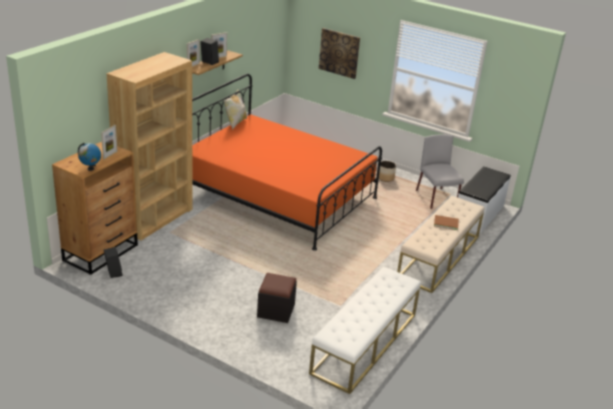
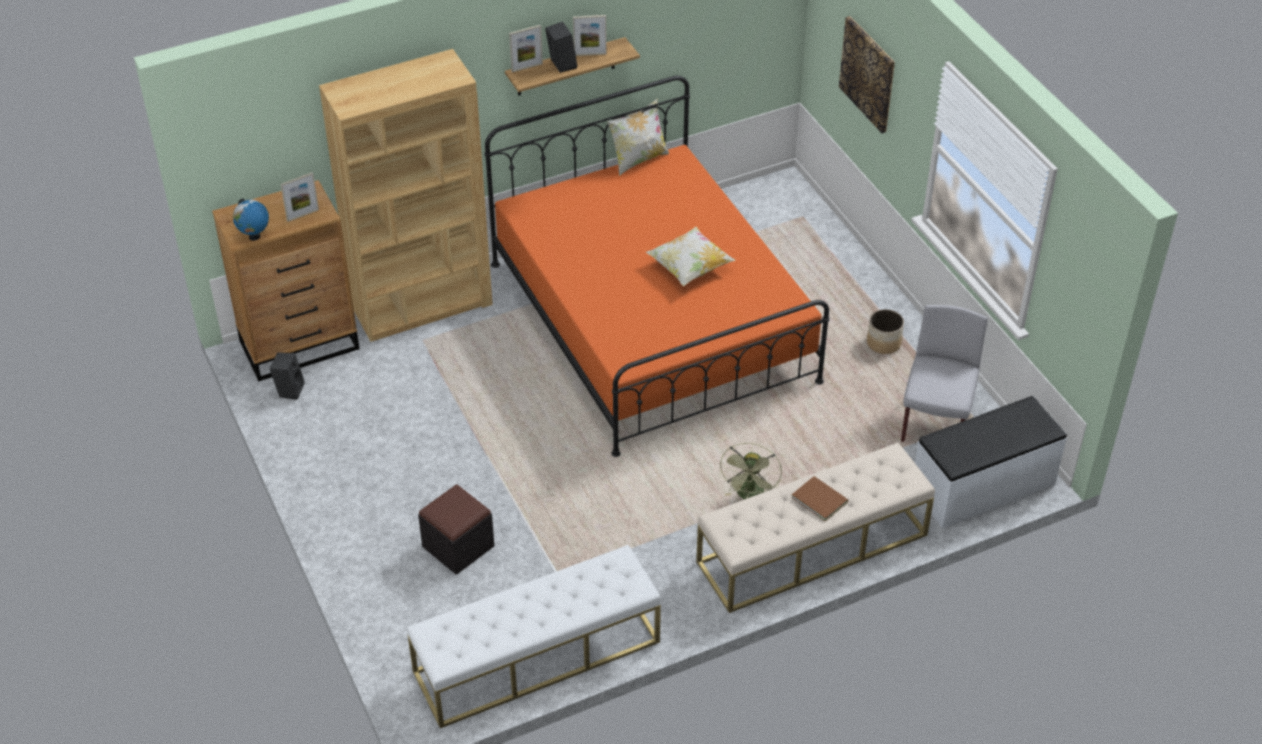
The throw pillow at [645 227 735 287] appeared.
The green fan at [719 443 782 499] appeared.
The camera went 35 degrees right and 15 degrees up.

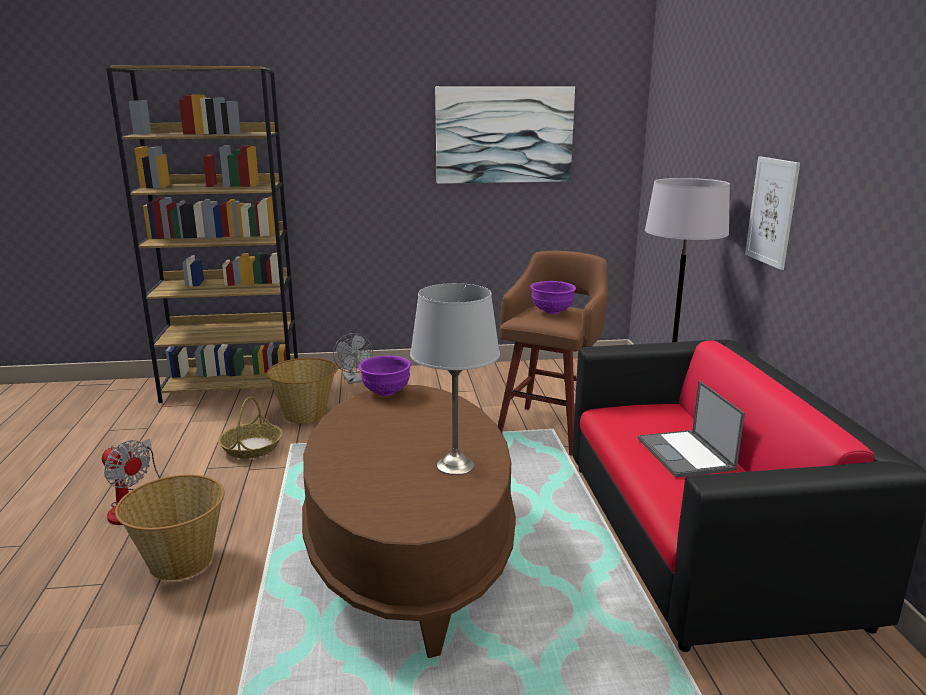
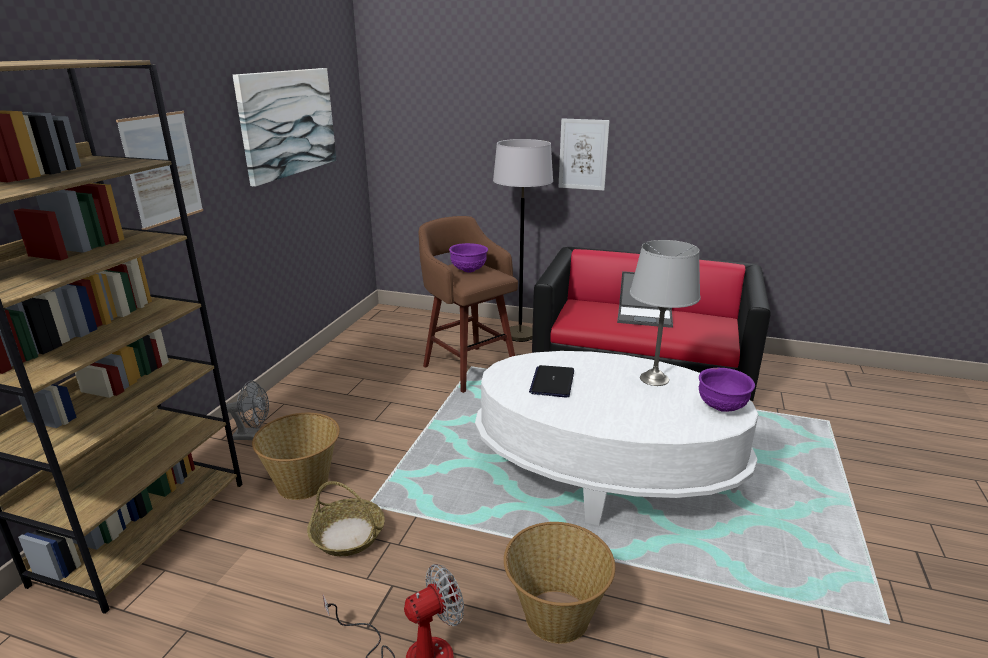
The picture at [116 111 203 230] appeared.
The brown-coloured low table at [302 385 516 658] became the white-coloured low table at [475 351 759 525].
The notebook computer at [529 365 574 397] appeared.
The purple deep dish moved from [359 356 411 396] to [699 368 755 412].
The camera went 65 degrees left and 5 degrees up.

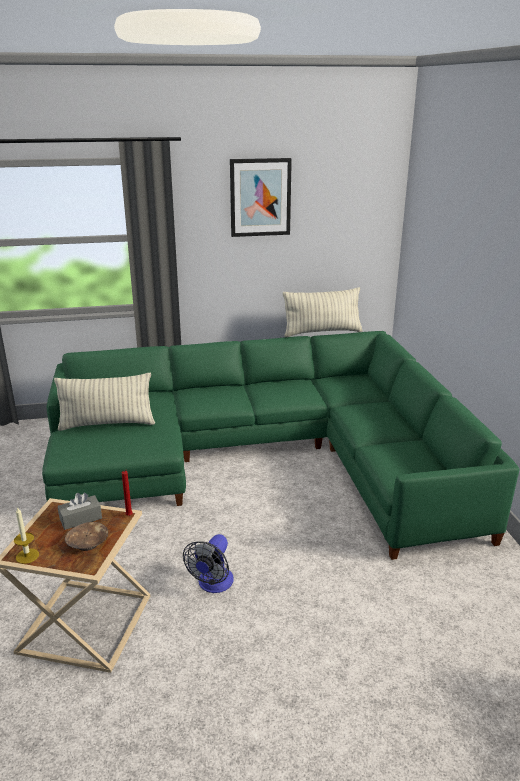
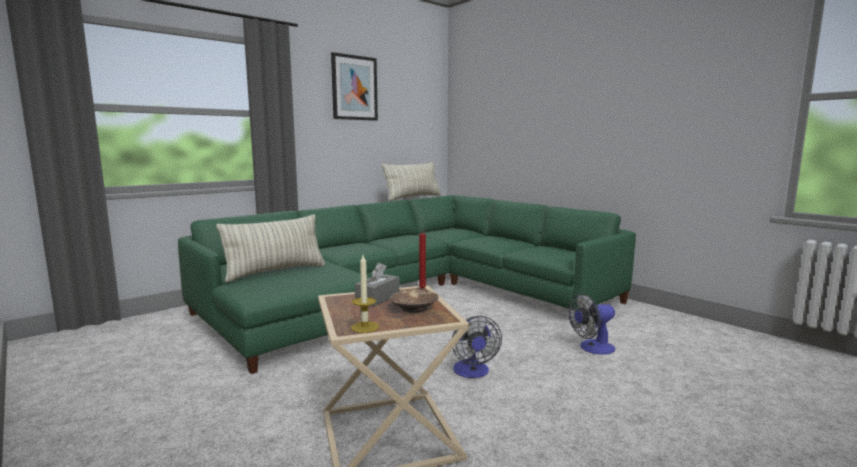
The fan at [568 293 615 355] appeared.
The camera went 30 degrees left and 15 degrees down.

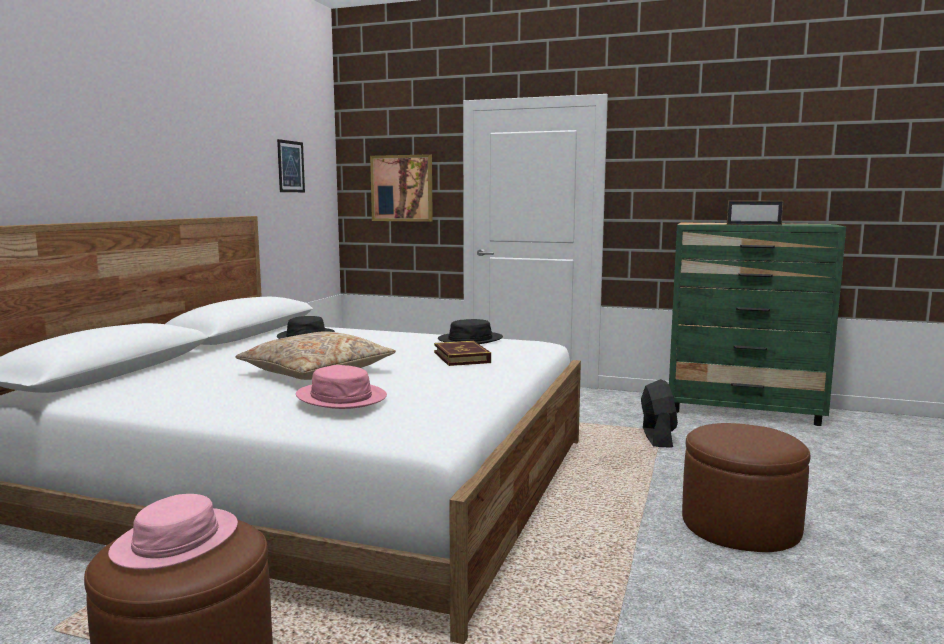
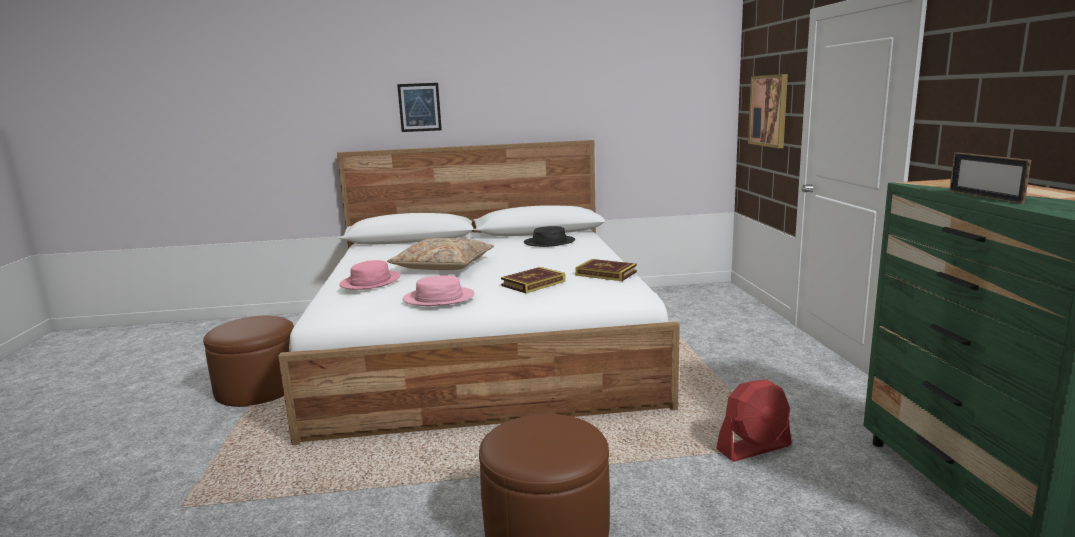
The picture moved from [277 139 305 192] to [397 83 442 132].
The pinkish clothing hat moved from [108 494 238 570] to [403 275 475 306].
The blackish clothing hat at [438 319 503 344] was replaced by the book at [575 259 637 281].
The blackish fan at [641 379 678 448] became the reddish fan at [716 380 792 462].
The camera went 65 degrees right and 5 degrees up.

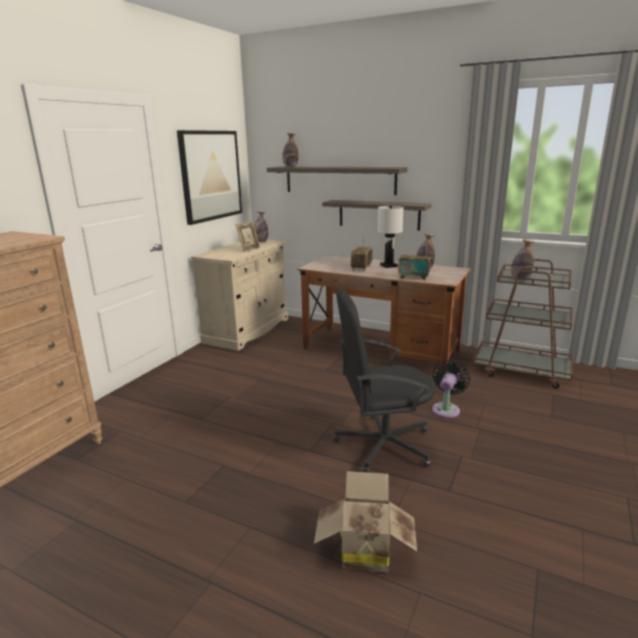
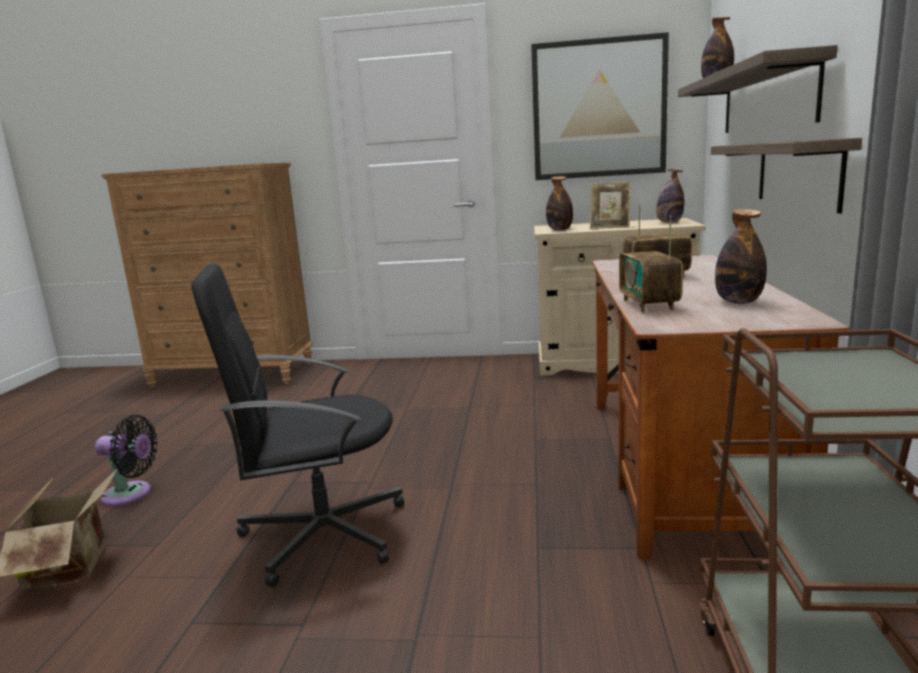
The blackish fan moved from [432 360 470 418] to [95 415 158 507].
The blackish office chair at [333 289 435 473] turned 75 degrees counterclockwise.
The bottle moved from [511 239 534 280] to [546 176 573 231].
The white-coloured table lamp at [377 206 404 268] disappeared.
The camera went 70 degrees right and 5 degrees down.

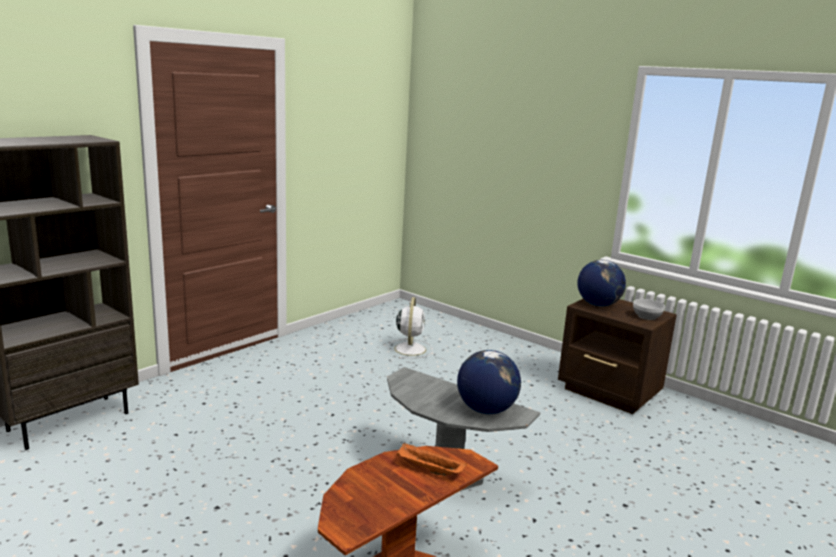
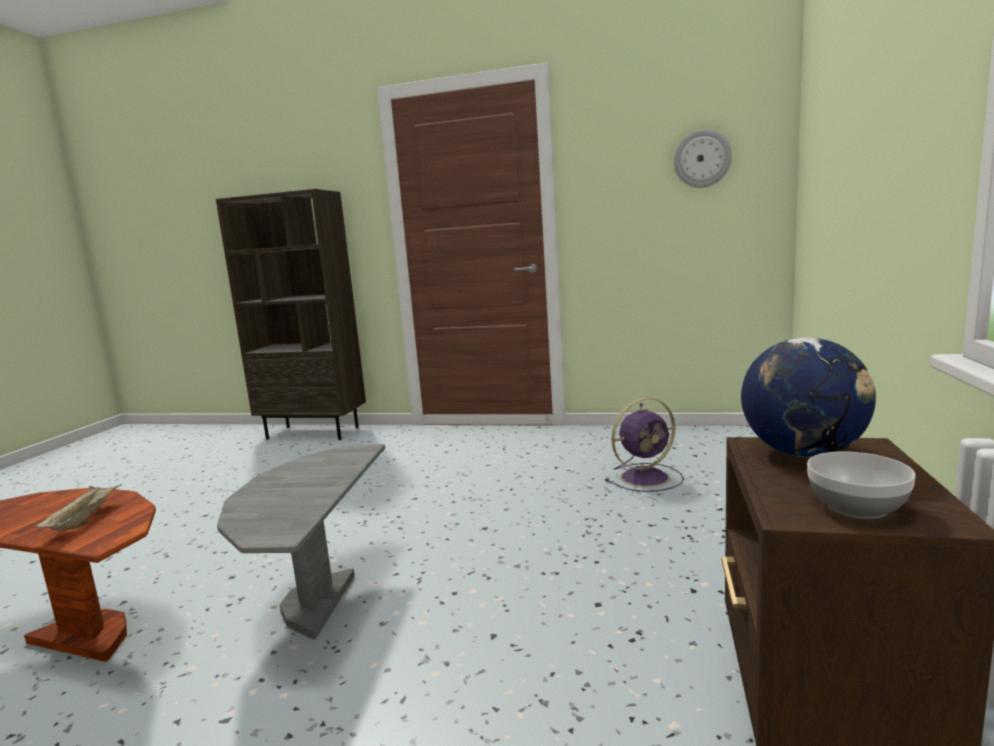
The orange carrying tray at [396 442 467 475] became the beige carrying tray at [34 484 122 530].
The white-coloured fan at [387 297 433 359] became the purple fan at [605 398 684 492].
The clock on the wall at [674 130 732 188] appeared.
The globe at [457 350 521 414] disappeared.
The camera went 65 degrees right and 5 degrees down.

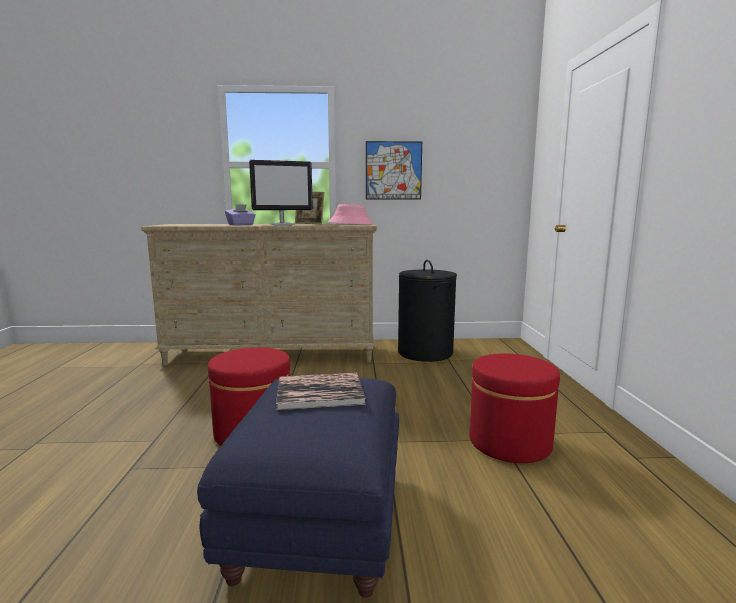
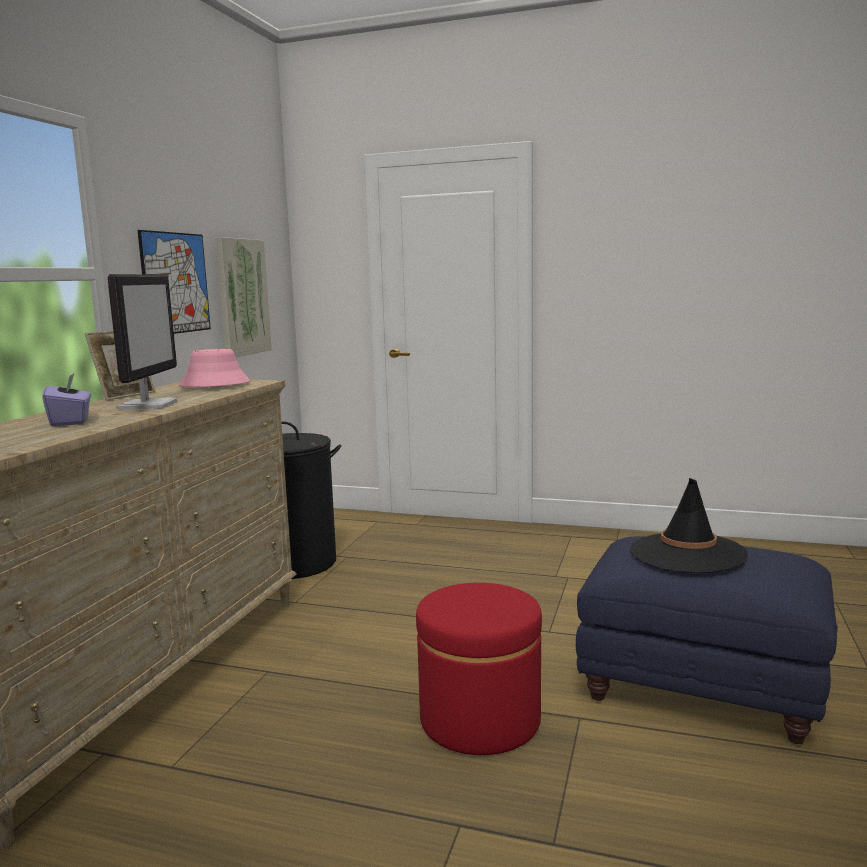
The picture at [215 237 272 357] appeared.
The book at [276 372 366 410] was replaced by the blackish clothing hat at [630 478 748 573].
The reddish footrest at [470 353 560 463] disappeared.
The camera went 70 degrees left and 0 degrees up.

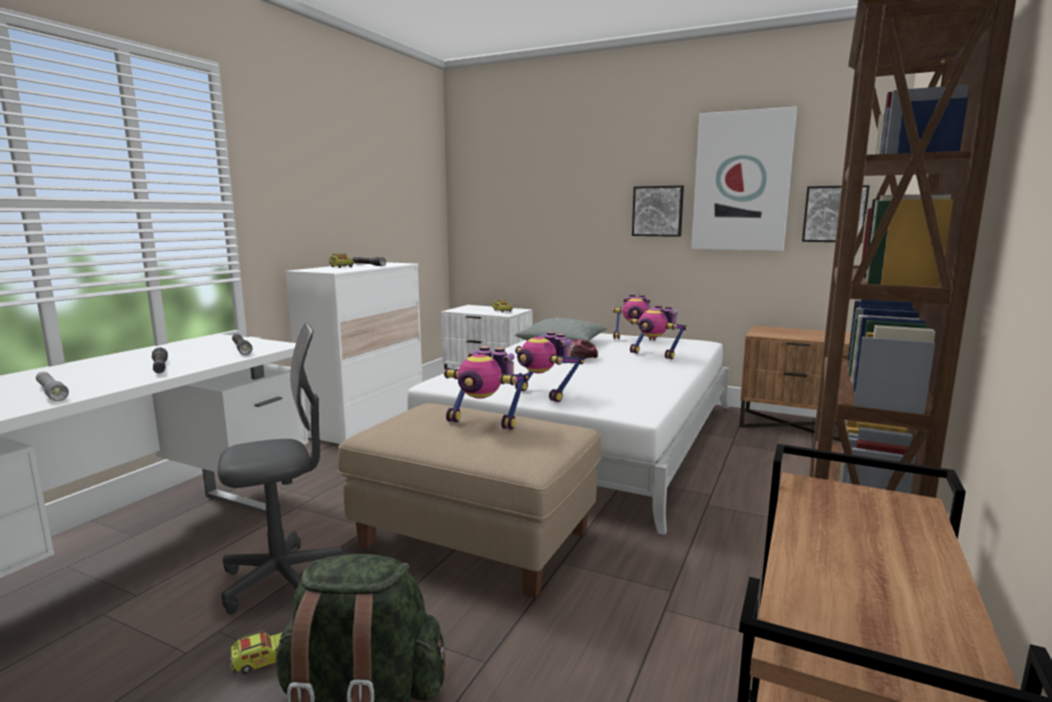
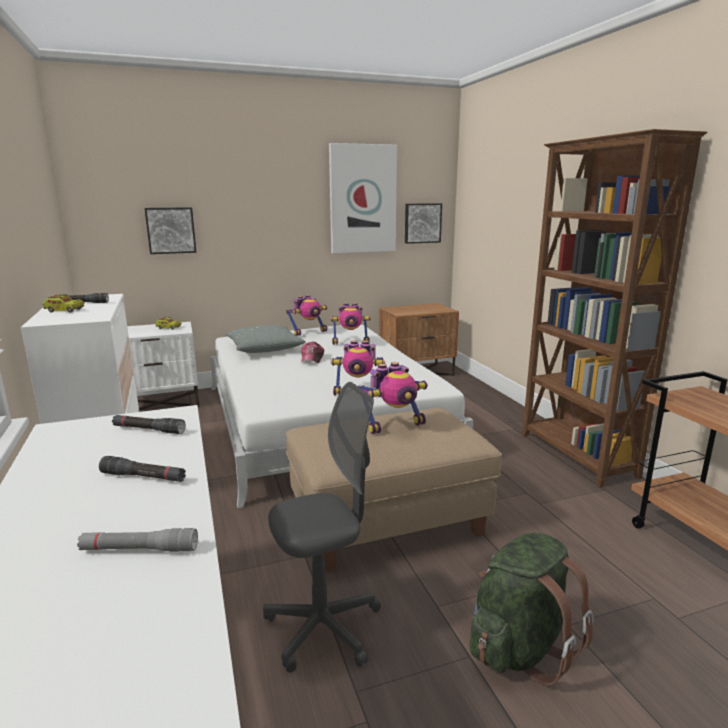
The picture moved from [632 185 684 237] to [145 207 196 254].
The grey office chair at [218 323 347 614] turned 45 degrees clockwise.
The toy truck at [228 630 283 674] disappeared.
The camera went 45 degrees left and 5 degrees up.

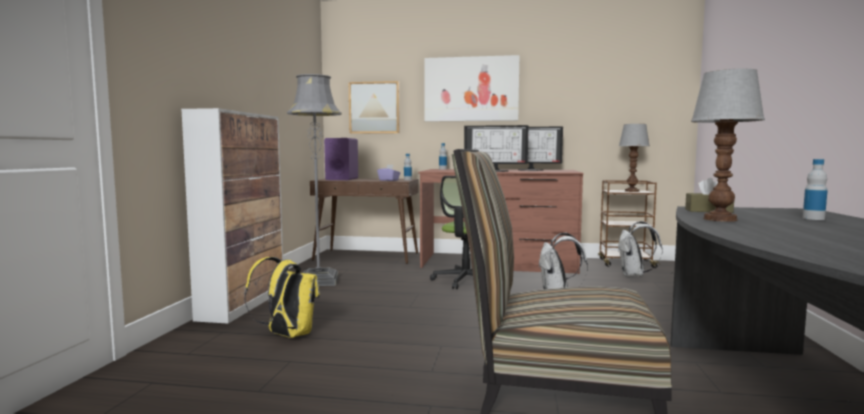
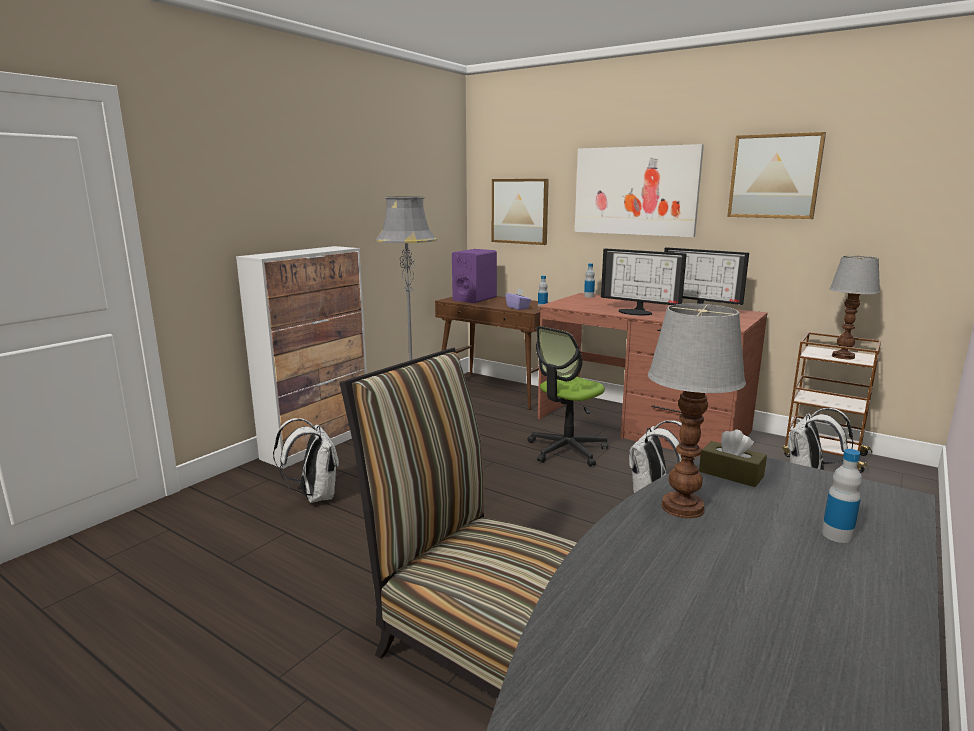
The yellowish rucksack at [244 257 320 338] became the white-coloured rucksack at [273 418 339 503].
The picture at [727 132 826 219] appeared.
The camera went 25 degrees right and 10 degrees up.

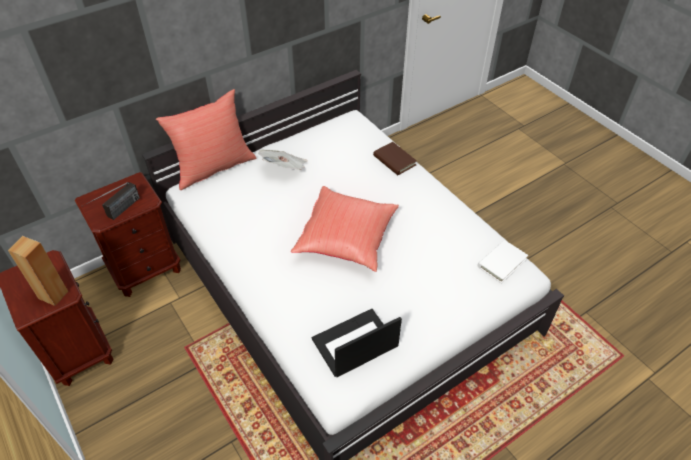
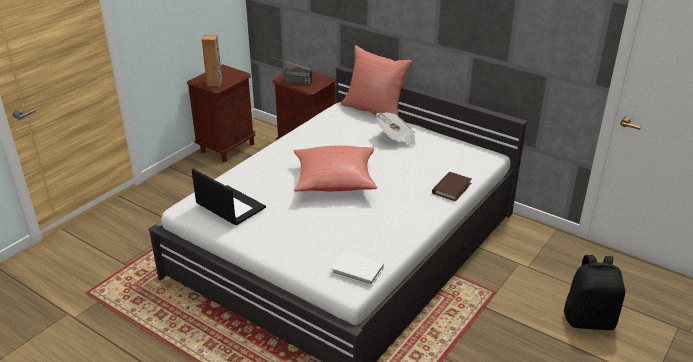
The blackish rucksack at [564 255 625 330] appeared.
The camera went 70 degrees right and 15 degrees down.

